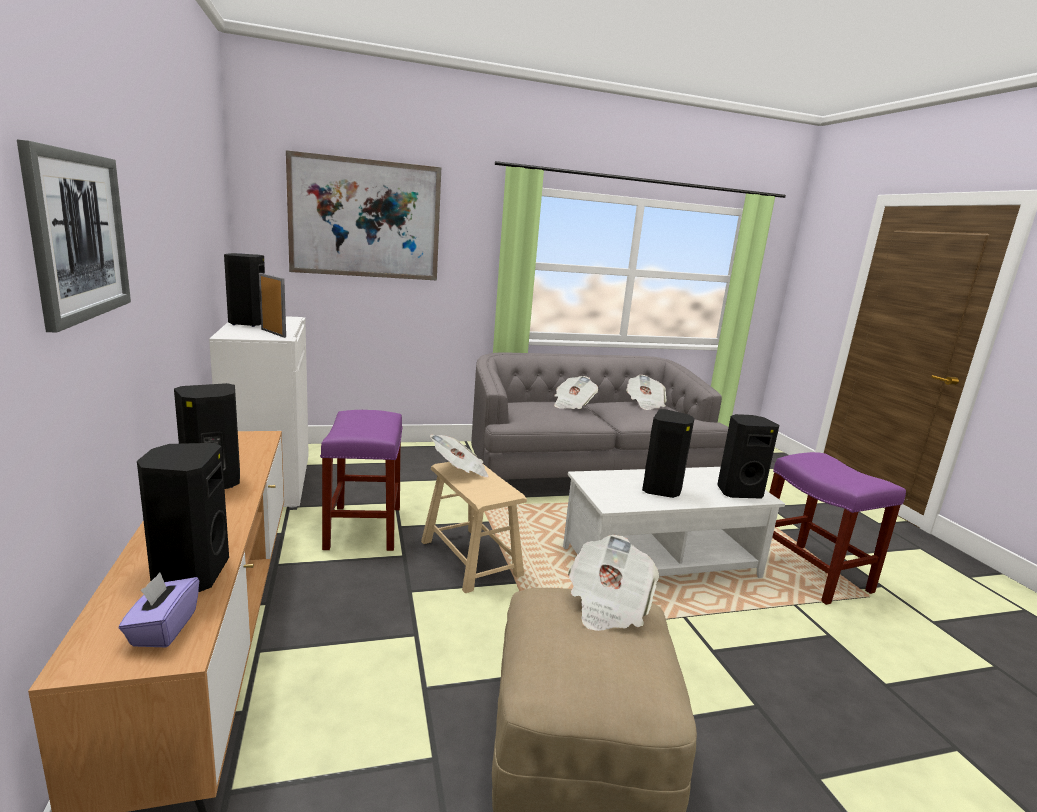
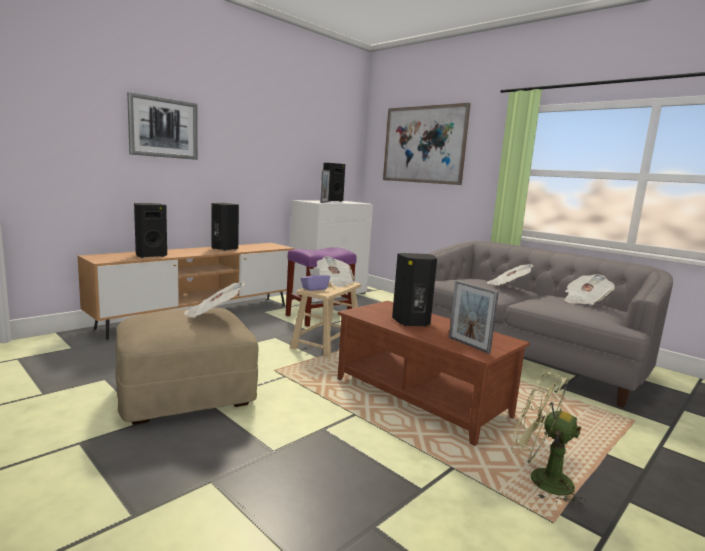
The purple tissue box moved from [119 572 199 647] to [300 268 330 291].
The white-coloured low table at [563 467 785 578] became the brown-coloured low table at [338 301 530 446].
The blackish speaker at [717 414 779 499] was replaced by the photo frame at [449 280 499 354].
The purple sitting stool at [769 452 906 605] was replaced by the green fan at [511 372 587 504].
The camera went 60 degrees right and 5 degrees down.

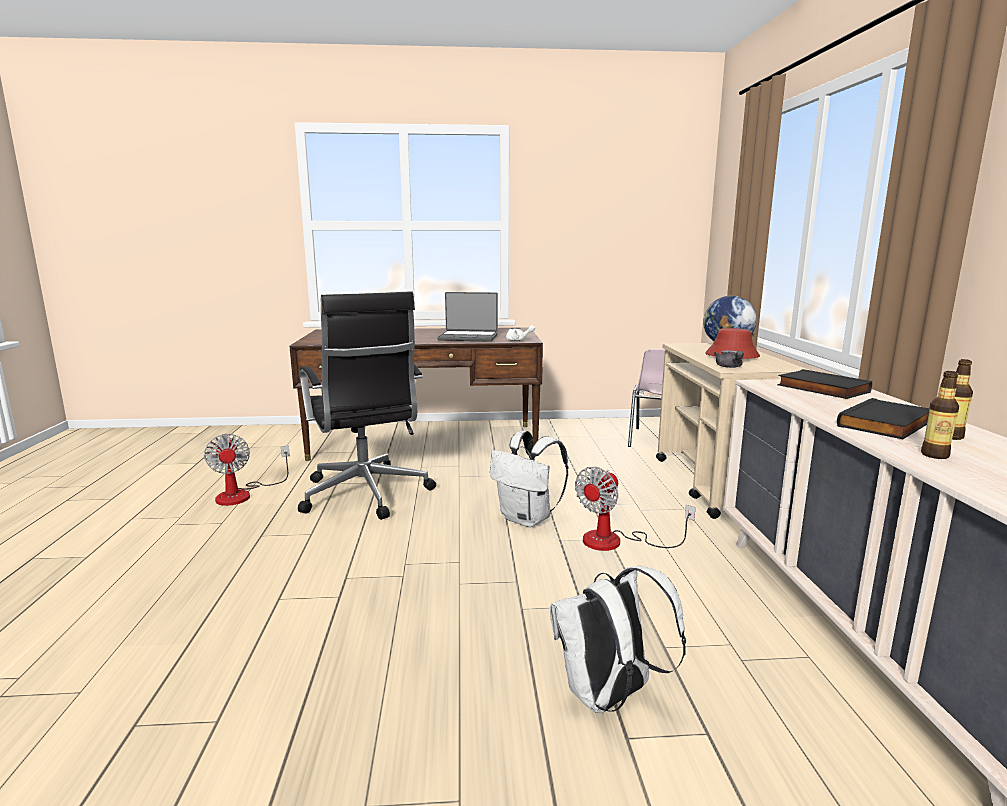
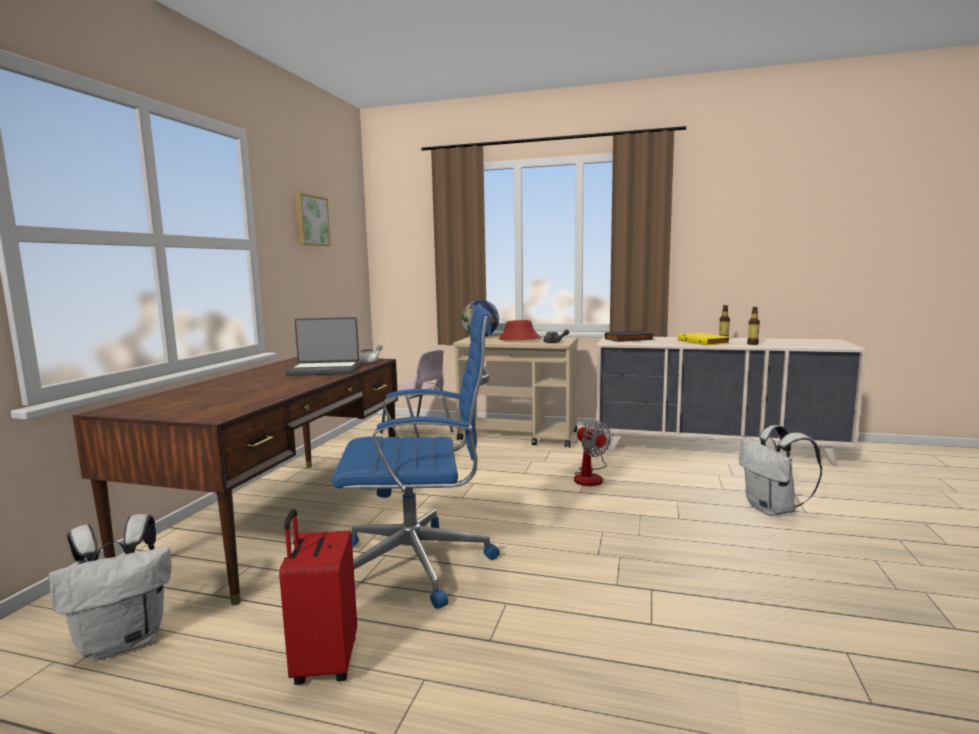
The white-coloured rucksack moved from [490 430 568 527] to [48 514 171 660].
The fan at [204 434 290 506] was replaced by the reddish piece of luggage at [279 509 357 685].
The notebook computer at [437 292 498 342] turned 60 degrees clockwise.
The picture at [295 193 331 246] appeared.
The blackish office chair at [298 292 436 520] became the bluish office chair at [332 306 500 609].
The blackish book at [837 398 929 439] became the yellowish book at [678 333 730 346].
The camera went 70 degrees left and 5 degrees down.

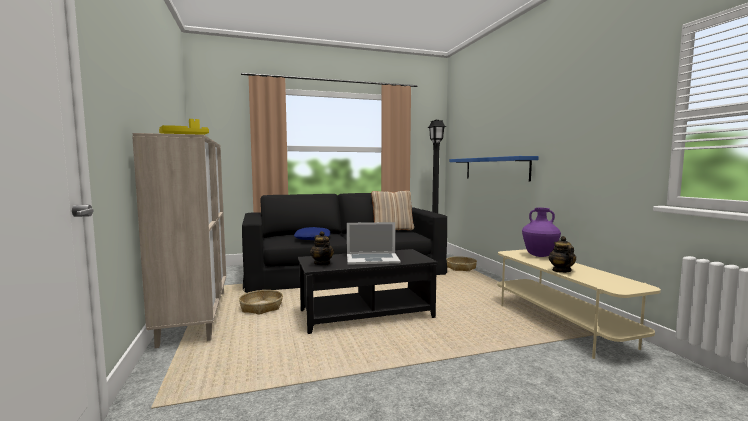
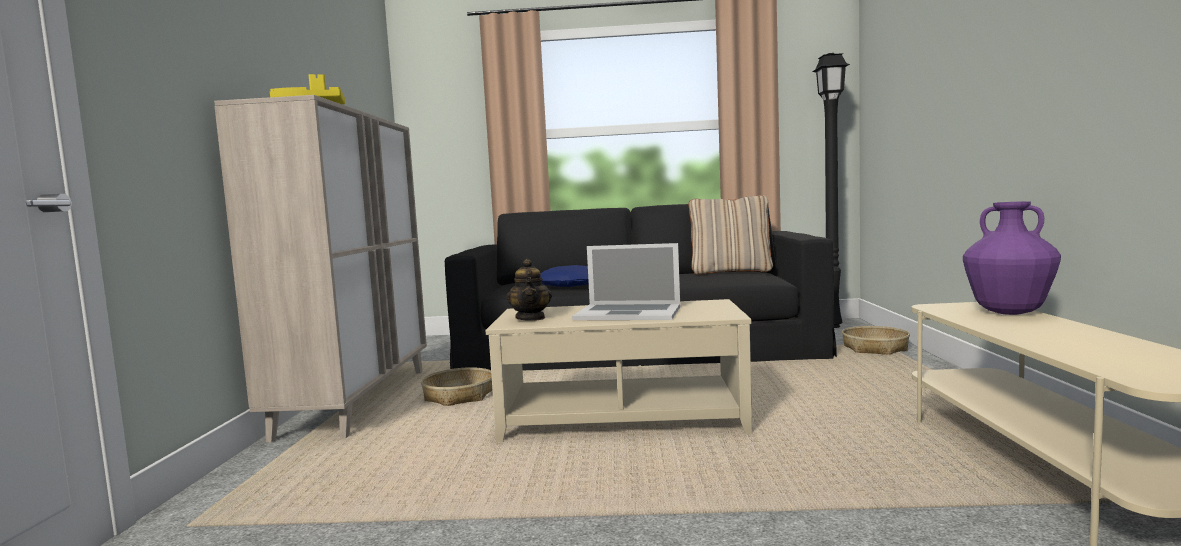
The blackish low table at [298 249 438 334] became the beige low table at [485 299 752 442].
The bluish bracket shelf at [449 156 539 182] disappeared.
The tea pot at [549 236 576 273] disappeared.
The camera went 20 degrees right and 0 degrees up.

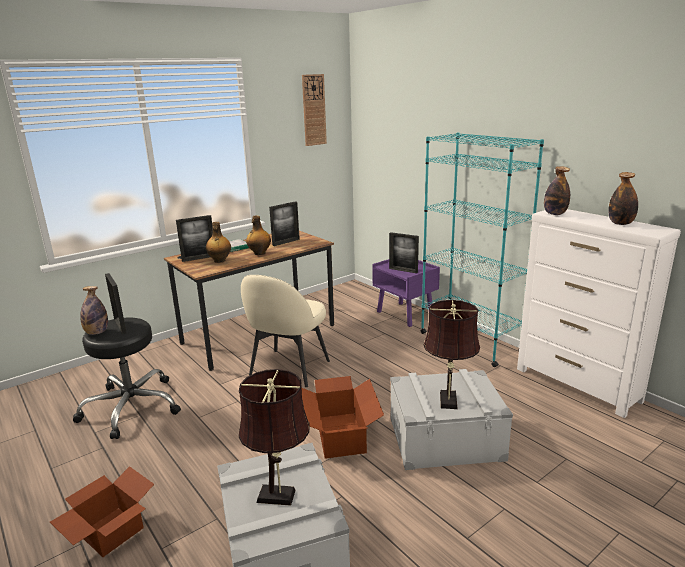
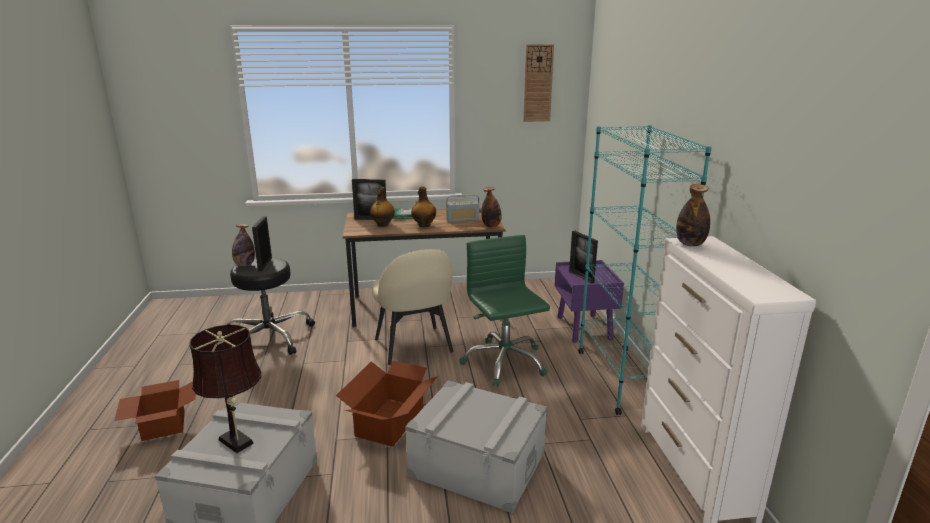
The beige plain chair at [241 275 330 387] turned 75 degrees counterclockwise.
The photo frame at [269 201 300 246] was replaced by the radio set at [446 194 480 222].
The green office chair at [460 235 550 386] appeared.
The bottle moved from [609 172 638 225] to [481 187 502 227].
The brown-coloured table lamp at [424 300 480 409] disappeared.
The camera went 30 degrees right and 0 degrees up.

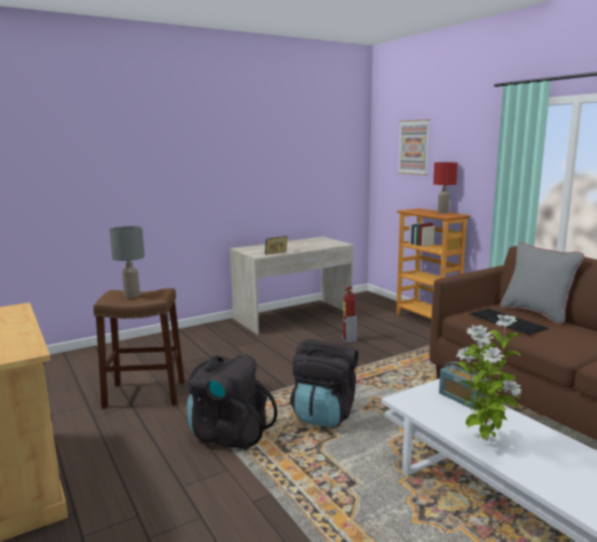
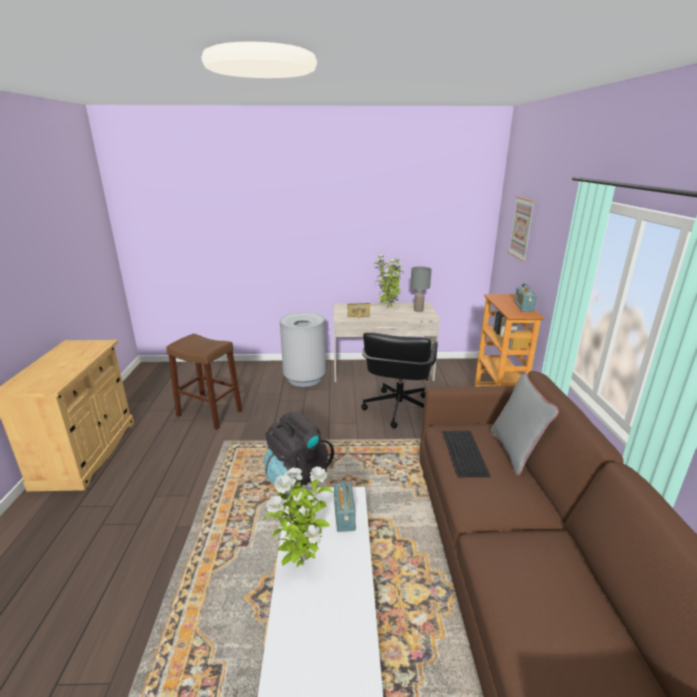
The grey waste bin at [280 312 326 387] appeared.
The fire extinguisher at [341 286 357 343] was replaced by the blackish office chair at [361 332 438 429].
The potted plant at [374 254 404 308] appeared.
The grey table lamp moved from [109 226 145 298] to [410 267 431 312].
The reddish table lamp at [433 162 458 213] was replaced by the radio set at [514 284 537 312].
The blackish rucksack at [187 354 278 450] disappeared.
The camera went 30 degrees right and 10 degrees up.

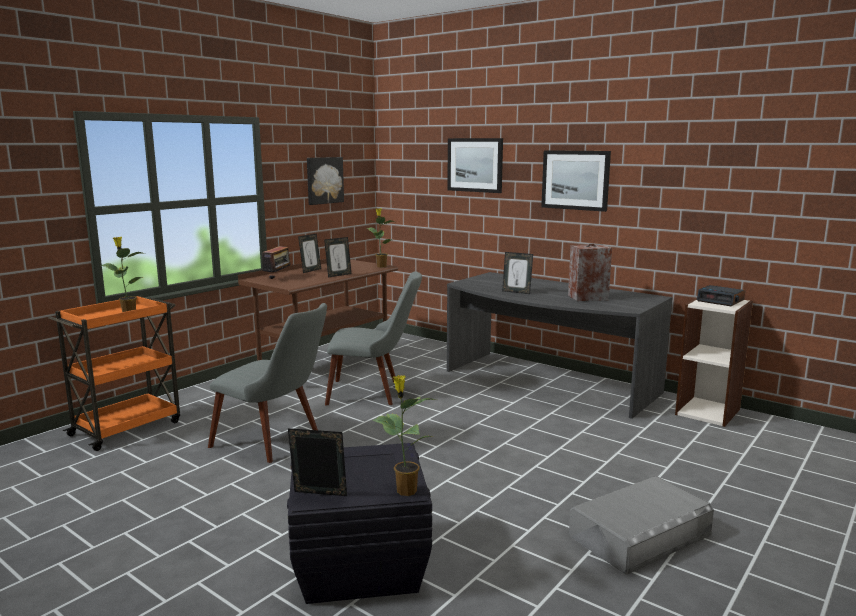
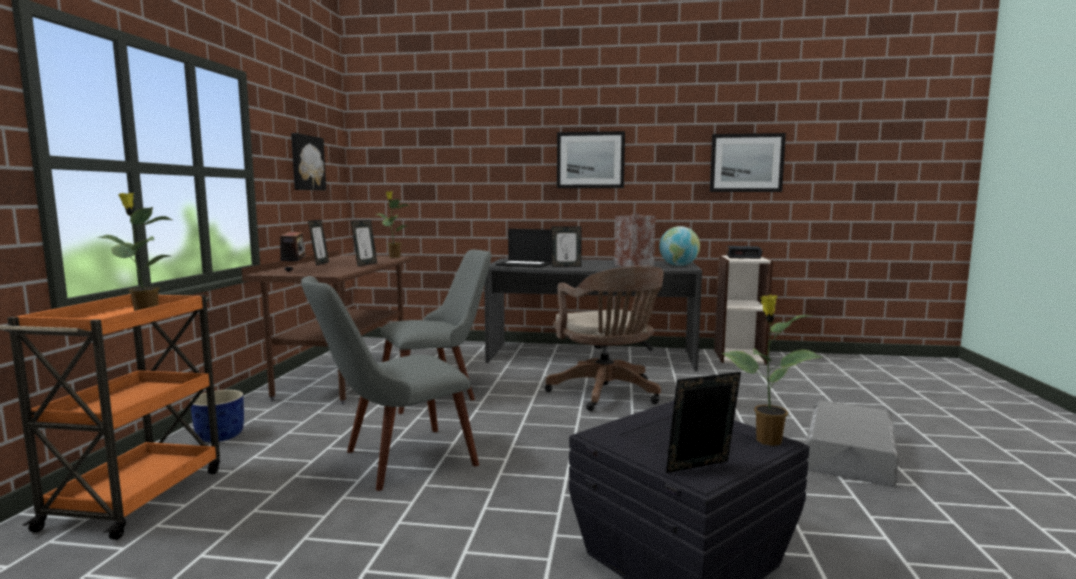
The bluish flower pot at [190 390 244 442] appeared.
The grey plain chair at [208 303 327 463] turned 150 degrees clockwise.
The notebook computer at [496 229 551 268] appeared.
The brown-coloured office chair at [545 266 664 411] appeared.
The globe at [659 226 700 266] appeared.
The picture moved from [447 138 503 193] to [710 133 786 192].
The camera went 30 degrees left and 5 degrees down.

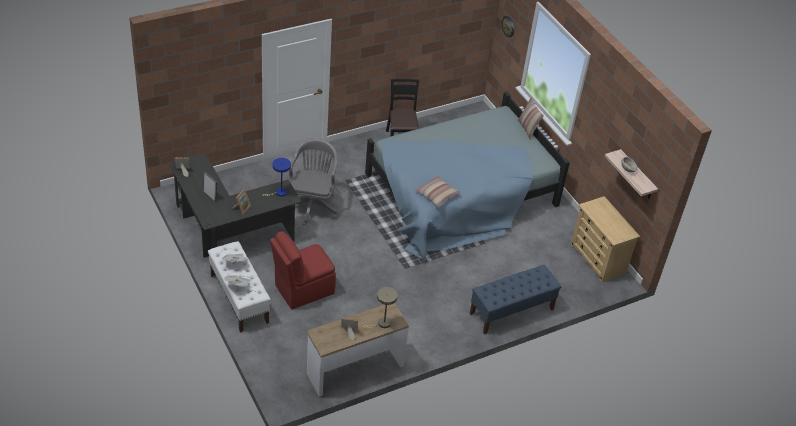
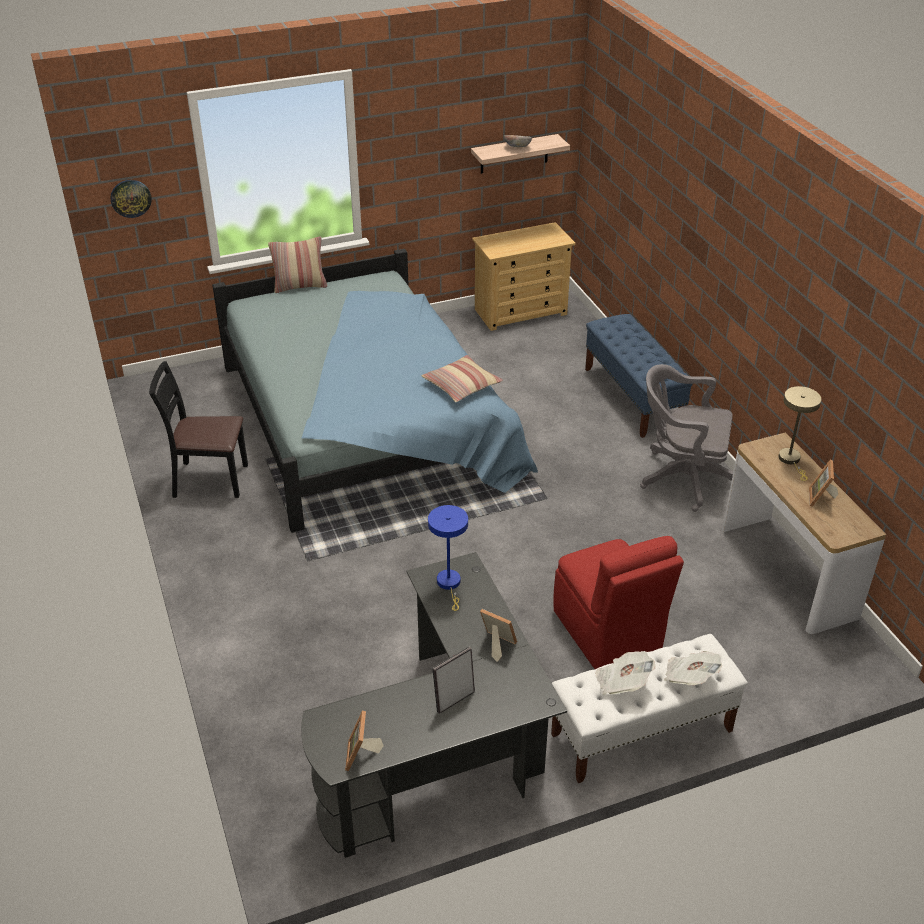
The grey office chair moved from [289 139 337 225] to [640 364 733 512].
The camera went 80 degrees left and 5 degrees down.

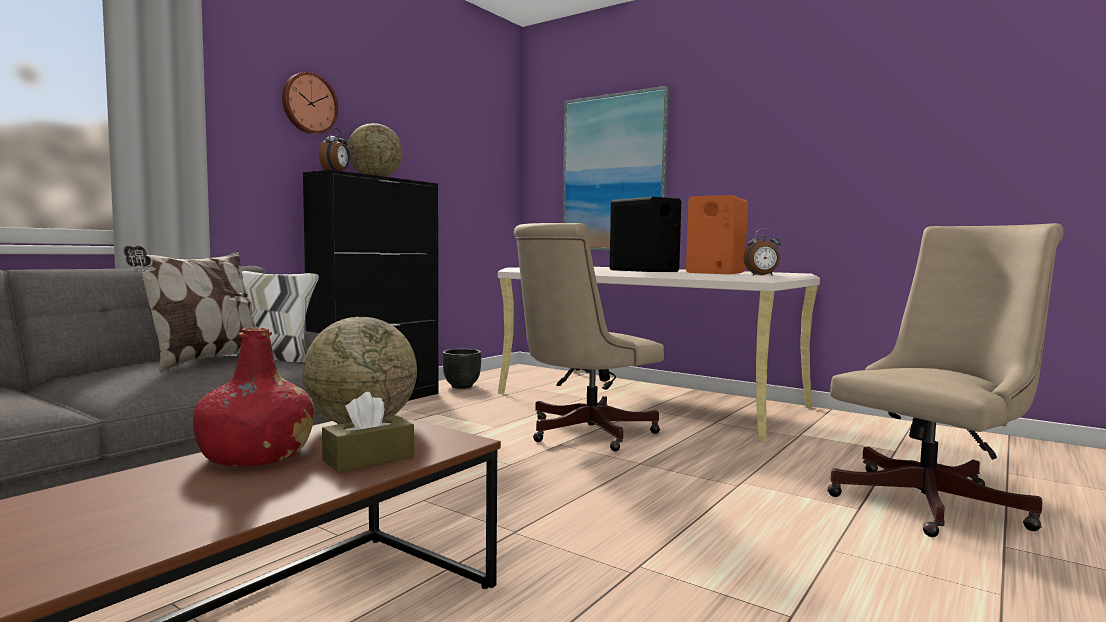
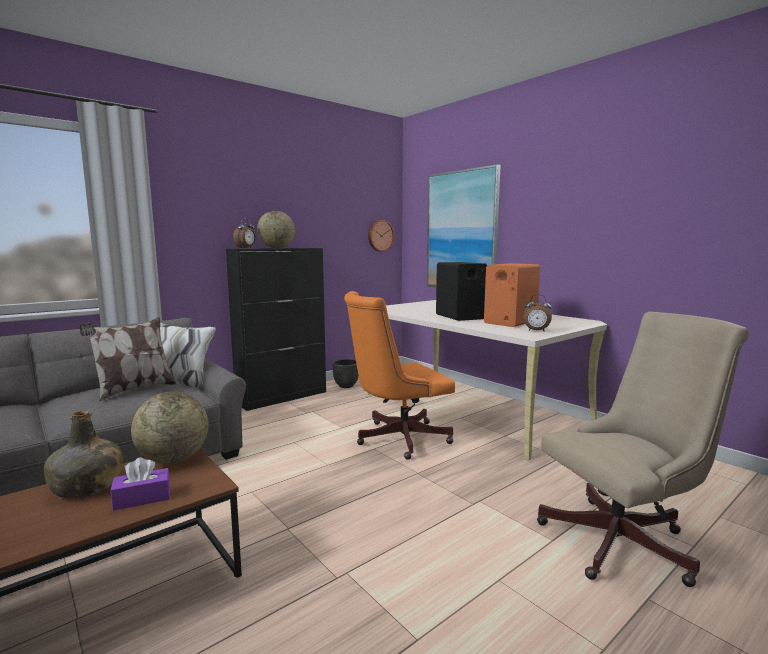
The reddish bottle at [193 328 315 466] became the green bottle at [44 411 123 498].
The brown-coloured tissue box at [322 392 414 473] became the purple tissue box at [110 457 170 511].
The beige office chair at [514 223 664 452] became the orange office chair at [344 291 455 460].
The clock on the wall moved from [282 72 338 134] to [368 220 395 252].
The camera went 15 degrees right and 5 degrees up.

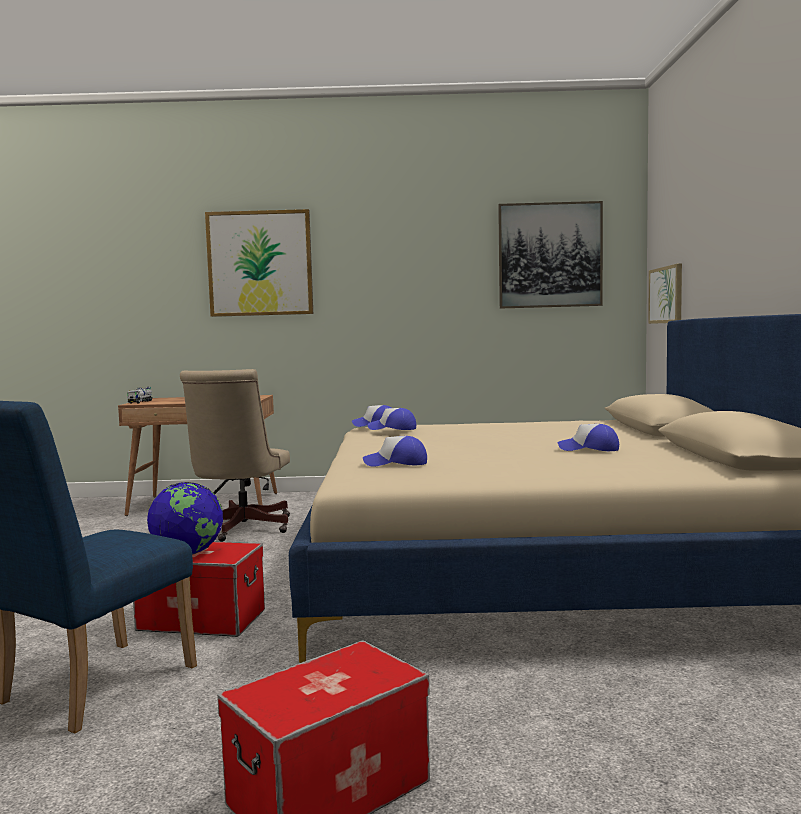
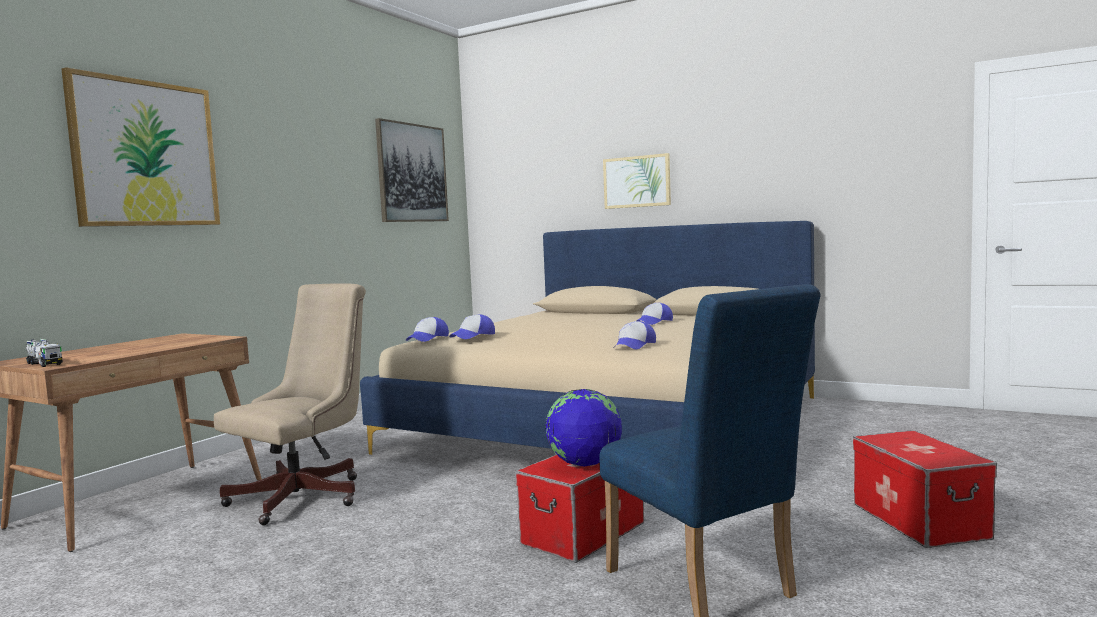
The beige office chair at [180 369 290 542] turned 90 degrees counterclockwise.
The picture moved from [648 263 682 324] to [603 153 671 209].
The camera went 60 degrees left and 0 degrees up.

